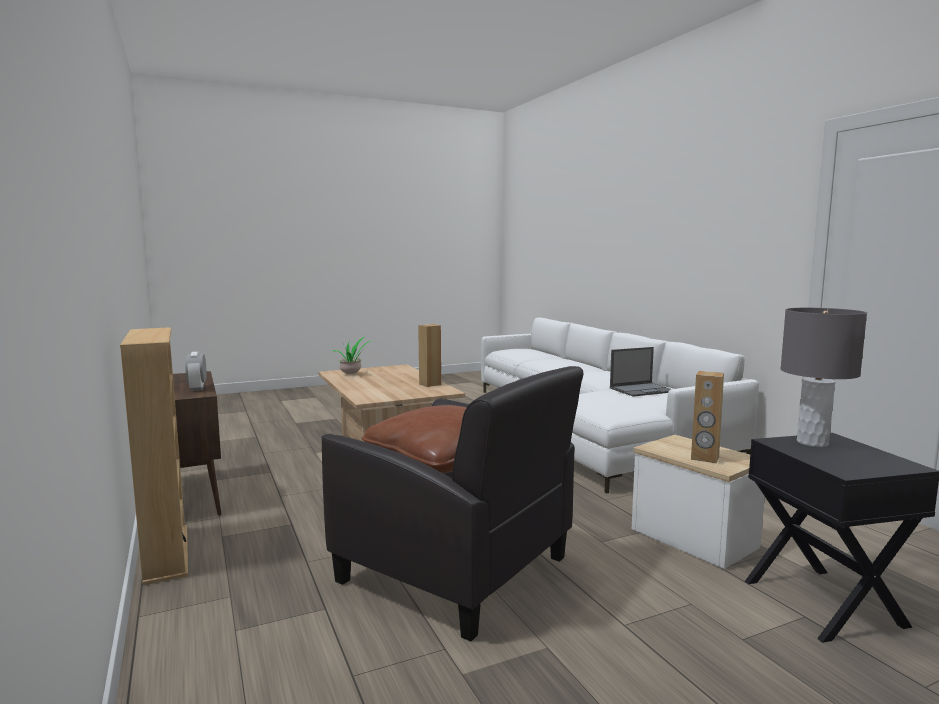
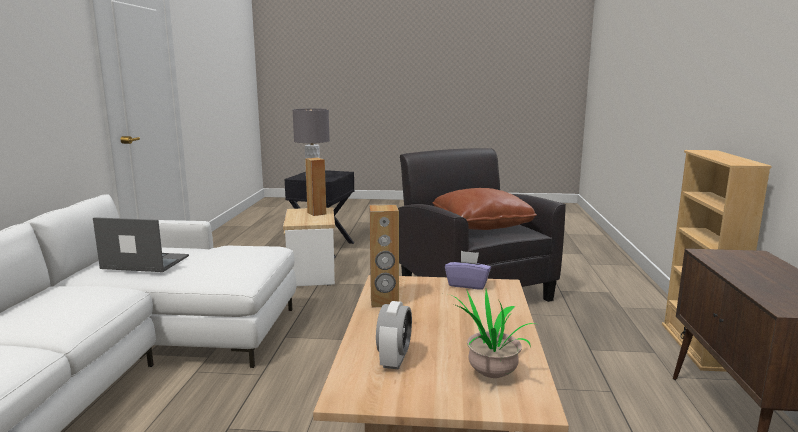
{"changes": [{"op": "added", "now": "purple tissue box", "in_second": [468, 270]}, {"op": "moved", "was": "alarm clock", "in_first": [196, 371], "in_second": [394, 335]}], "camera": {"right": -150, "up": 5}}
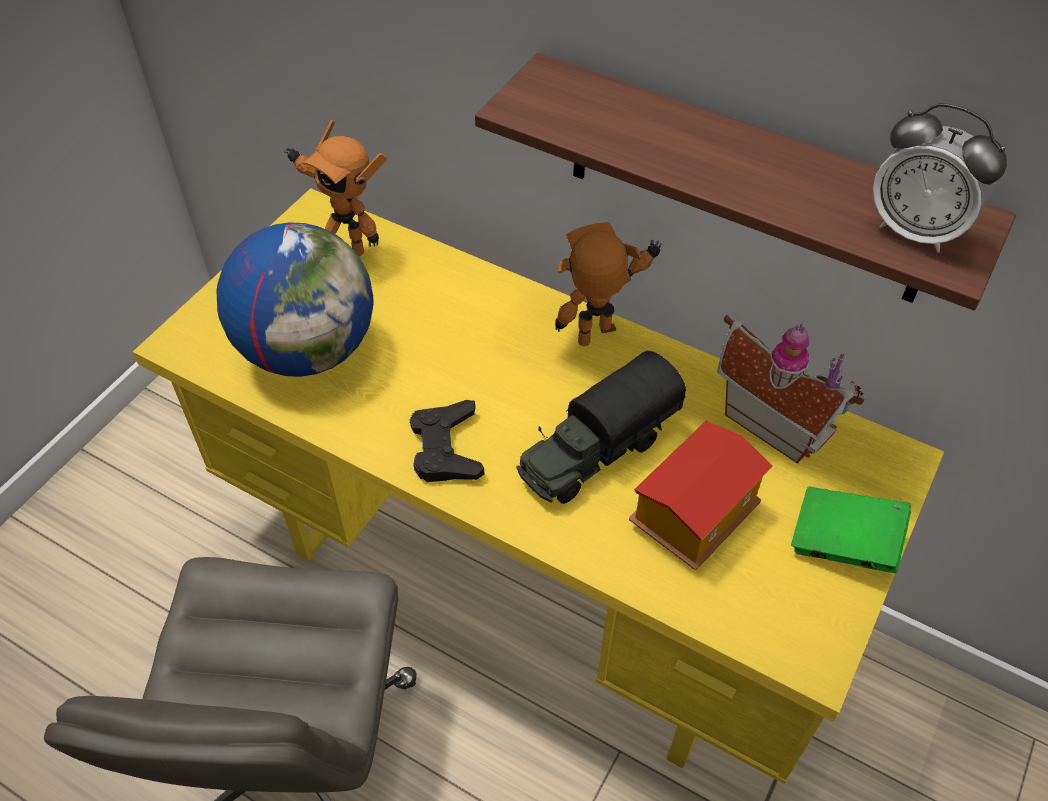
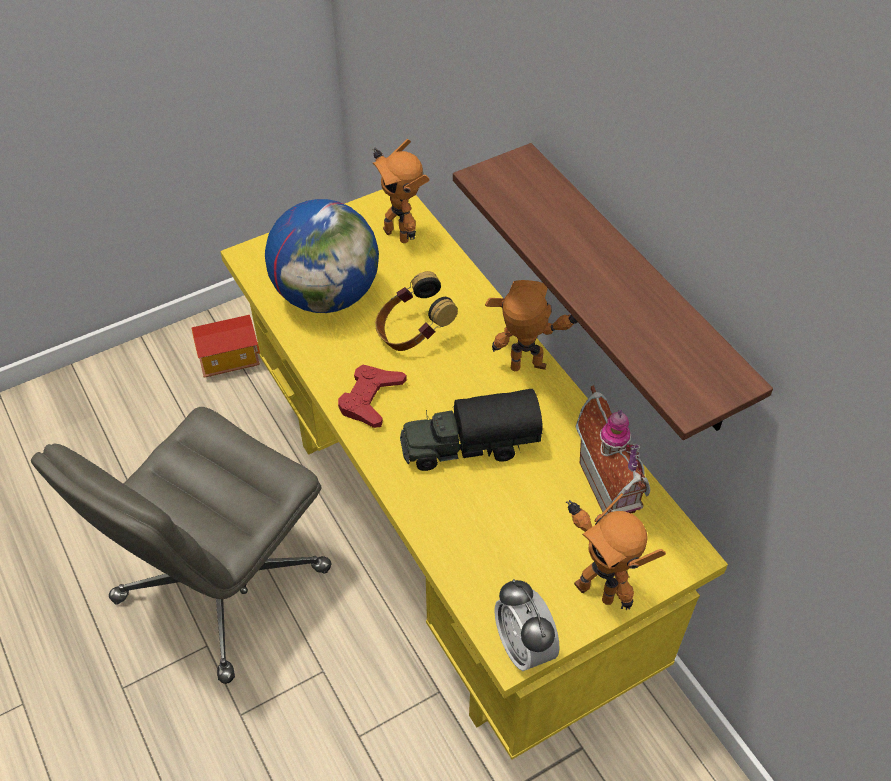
{"changes": [{"op": "added", "now": "headphones", "in_second": [416, 311]}, {"op": "moved", "was": "toy house", "in_first": [701, 495], "in_second": [226, 346]}, {"op": "moved", "was": "alarm clock", "in_first": [940, 178], "in_second": [527, 625]}, {"op": "replaced", "was": "green book", "now": "toy robot", "in_first": [851, 529], "in_second": [616, 551]}, {"op": "recoloured", "was": "black game controller", "now": "red game controller", "in_first": [447, 441], "in_second": [372, 396]}], "camera": {"right": 30, "up": 0}}
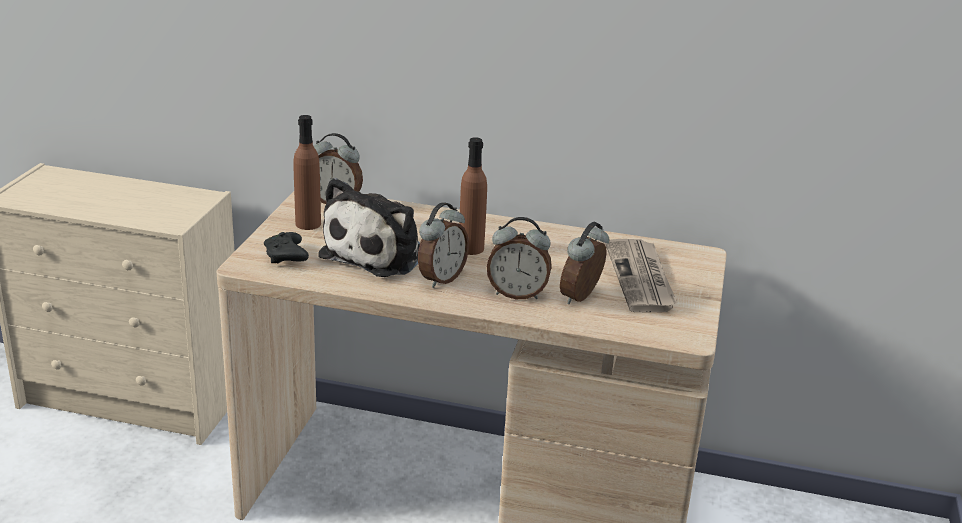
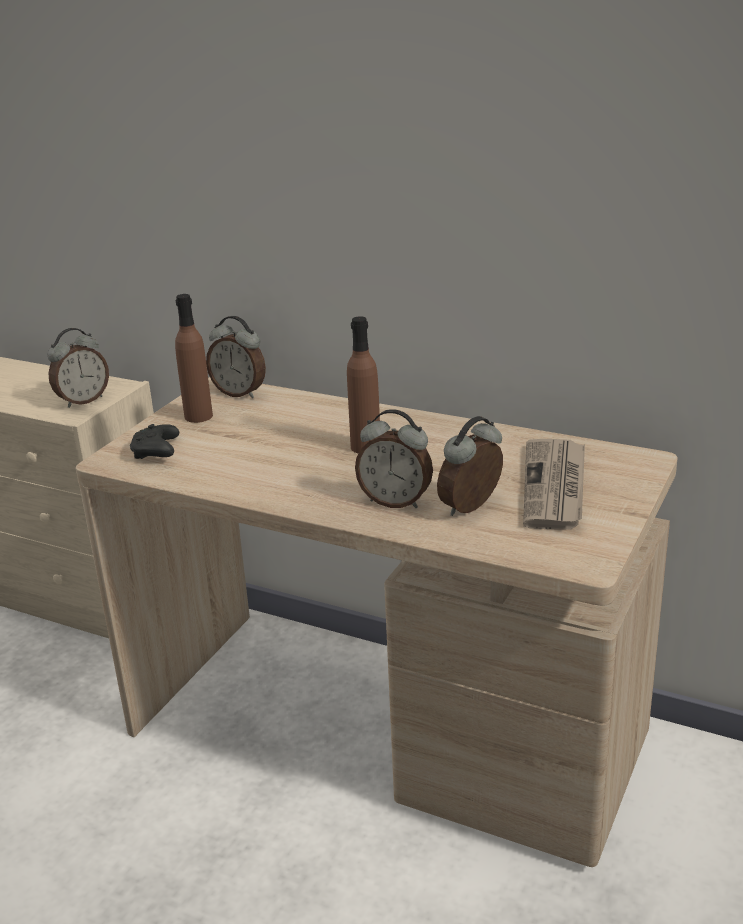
{"changes": [{"op": "removed", "was": "plush toy", "in_first": [369, 227]}, {"op": "moved", "was": "alarm clock", "in_first": [443, 245], "in_second": [78, 368]}], "camera": {"right": 15, "up": 0}}
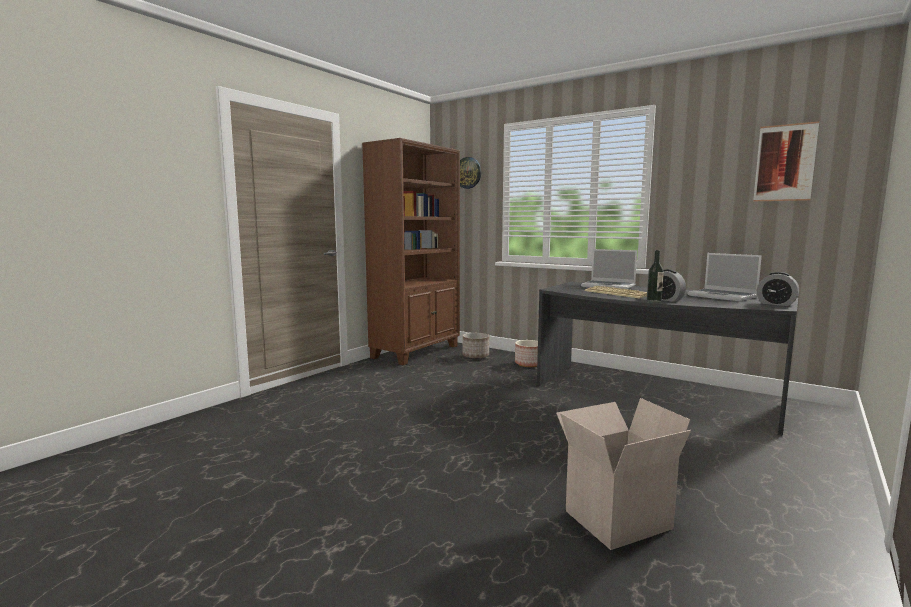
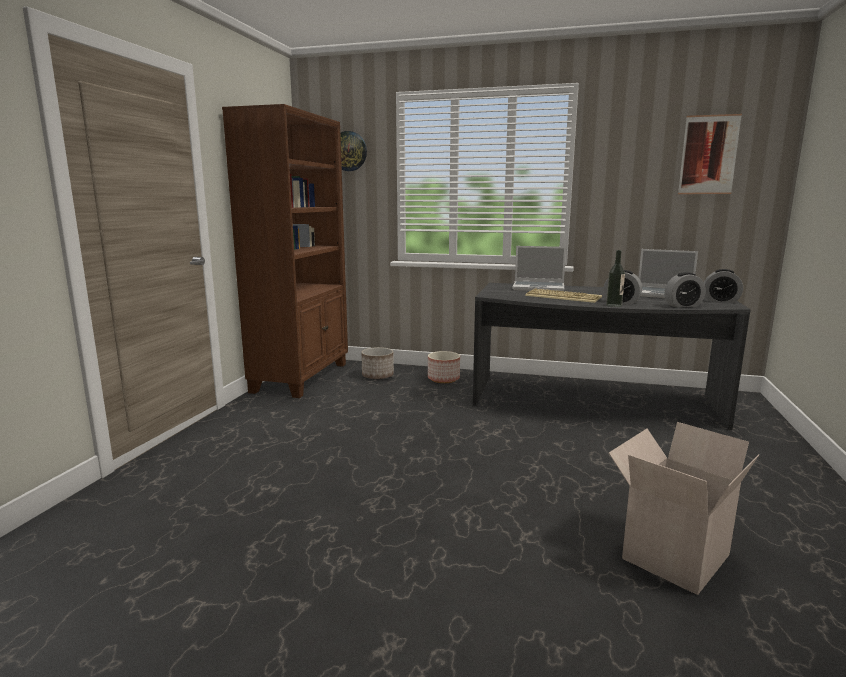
{"changes": [{"op": "added", "now": "alarm clock", "in_second": [685, 290]}], "camera": {"right": -20, "up": 5}}
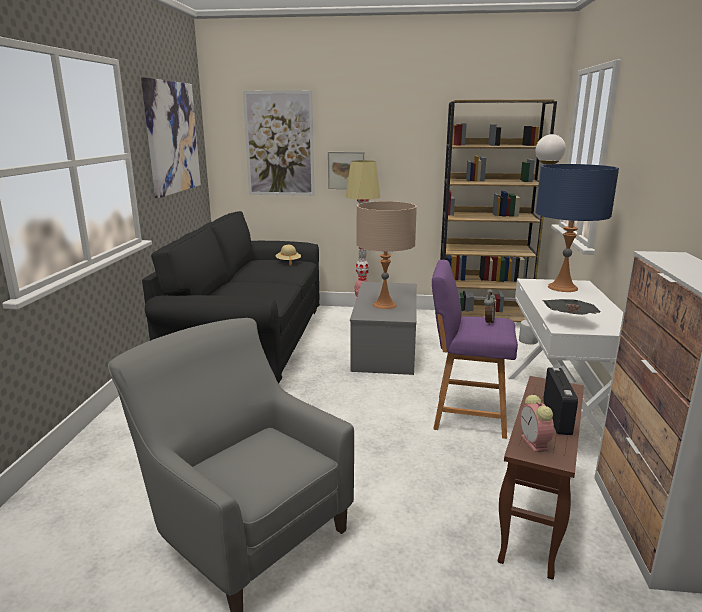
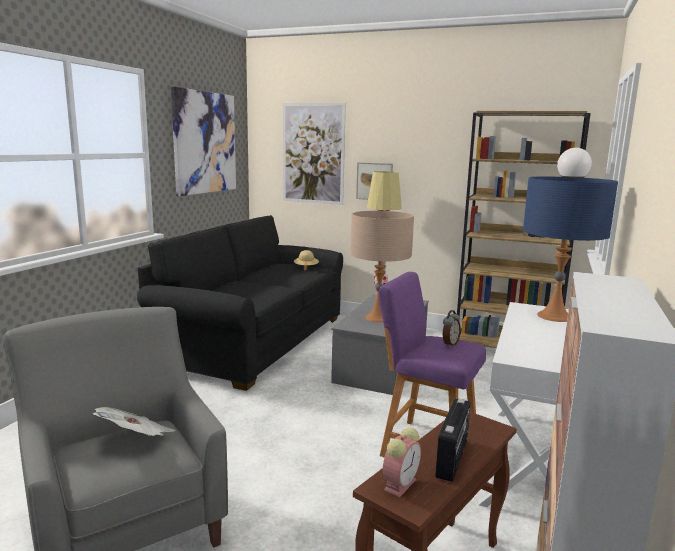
{"changes": [{"op": "moved", "was": "newspaper", "in_first": [571, 307], "in_second": [134, 421]}, {"op": "turned", "was": "alarm clock", "in_first": [537, 423], "in_second": [402, 462], "clockwise": -150}], "camera": {"right": 15, "up": -5}}
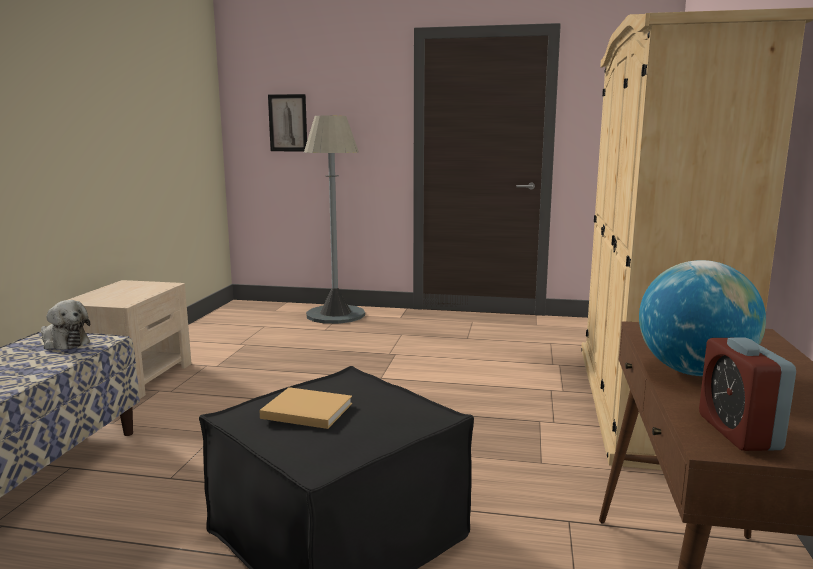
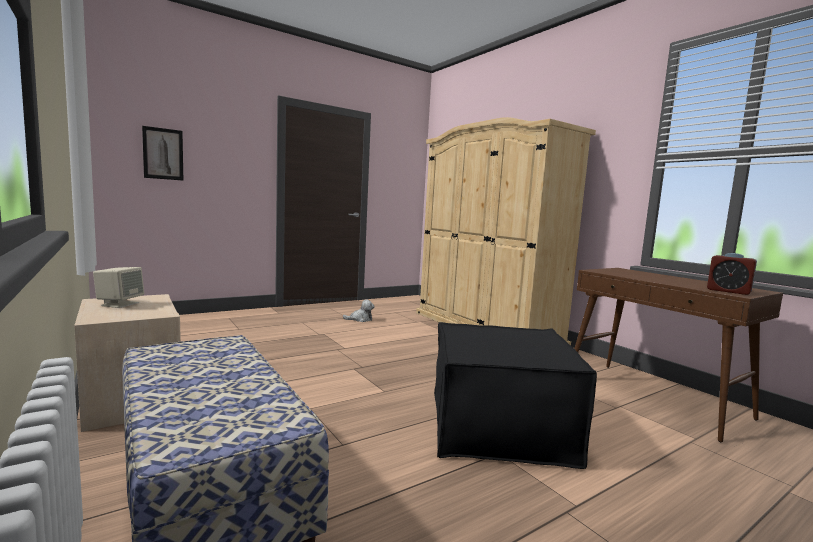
{"changes": [{"op": "removed", "was": "beige book", "in_first": [305, 408]}, {"op": "removed", "was": "grey floor lamp", "in_first": [334, 220]}, {"op": "removed", "was": "globe", "in_first": [702, 318]}, {"op": "added", "now": "beige speaker", "in_second": [118, 287]}, {"op": "moved", "was": "plush toy", "in_first": [65, 325], "in_second": [358, 310]}], "camera": {"right": -45, "up": -5}}
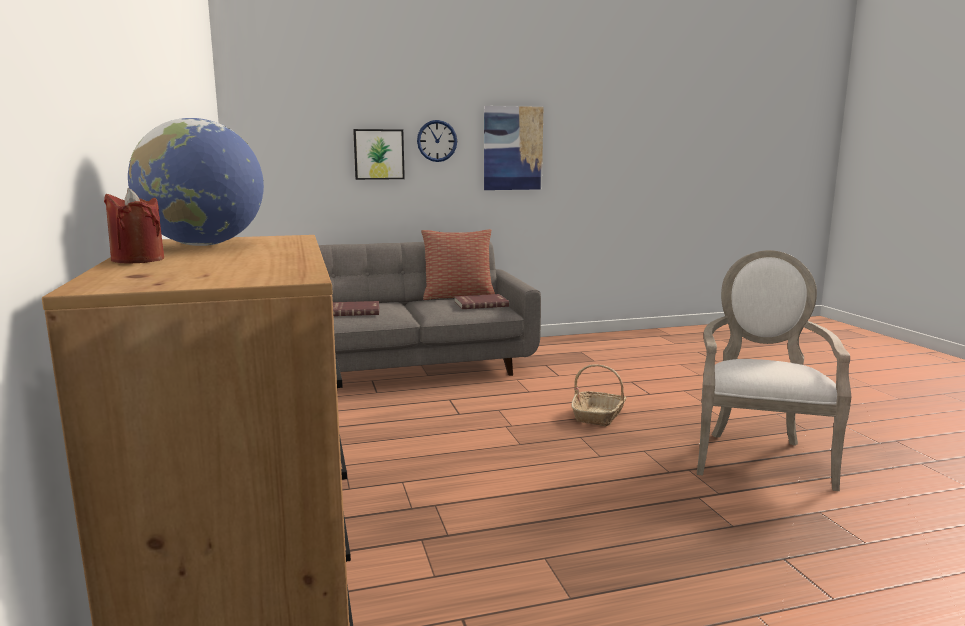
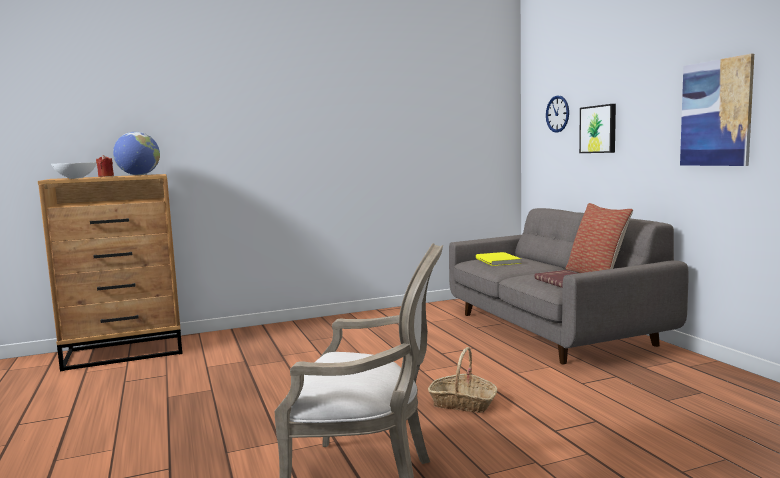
{"changes": [{"op": "added", "now": "white bowl", "in_second": [74, 170]}, {"op": "moved", "was": "wall clock", "in_first": [437, 141], "in_second": [557, 114]}, {"op": "recoloured", "was": "red book", "now": "yellow book", "in_first": [356, 308], "in_second": [498, 259]}], "camera": {"right": 85, "up": -5}}
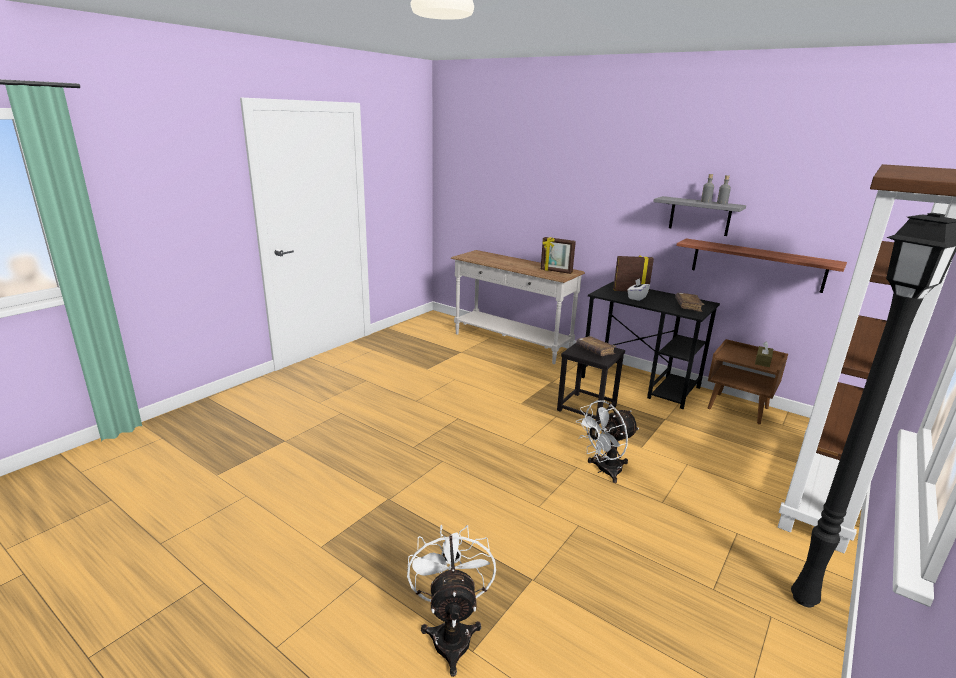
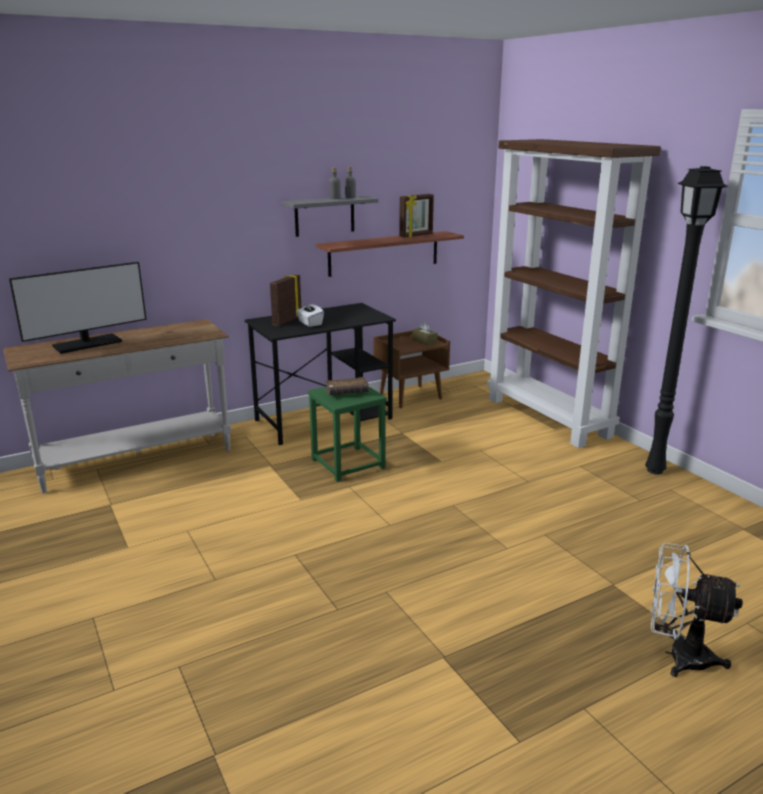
{"changes": [{"op": "removed", "was": "white fan", "in_first": [607, 441]}, {"op": "removed", "was": "brown book", "in_first": [689, 302]}, {"op": "added", "now": "monitor", "in_second": [77, 308]}, {"op": "moved", "was": "picture frame", "in_first": [558, 255], "in_second": [416, 216]}, {"op": "recoloured", "was": "black stool", "now": "green stool", "in_first": [591, 383], "in_second": [347, 434]}], "camera": {"right": -65, "up": 0}}
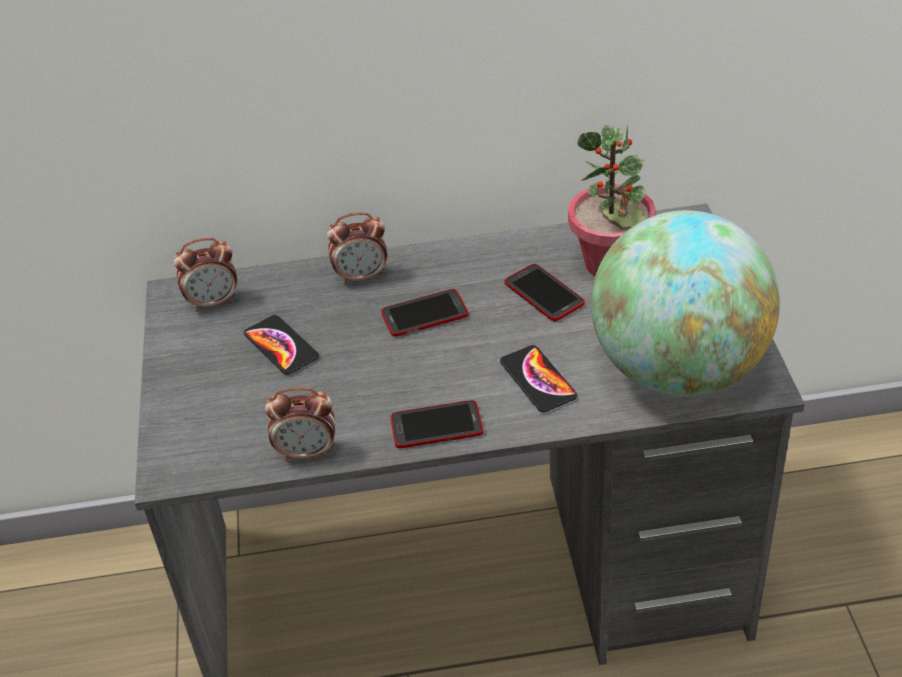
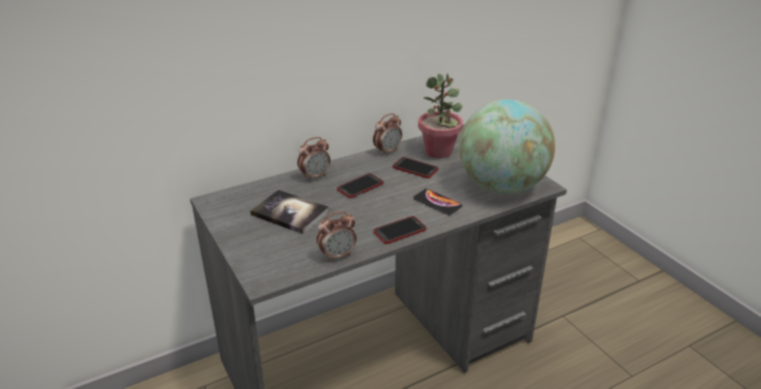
{"changes": [{"op": "moved", "was": "alarm clock", "in_first": [205, 274], "in_second": [387, 134]}, {"op": "replaced", "was": "phone", "now": "book", "in_first": [281, 345], "in_second": [290, 211]}], "camera": {"right": -25, "up": -10}}
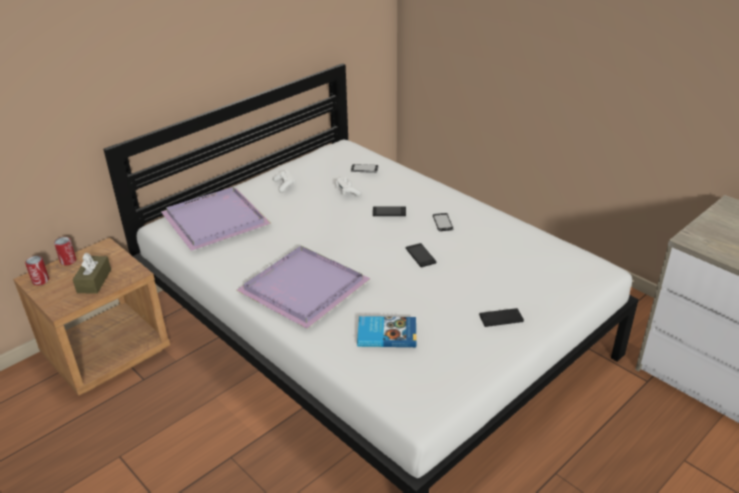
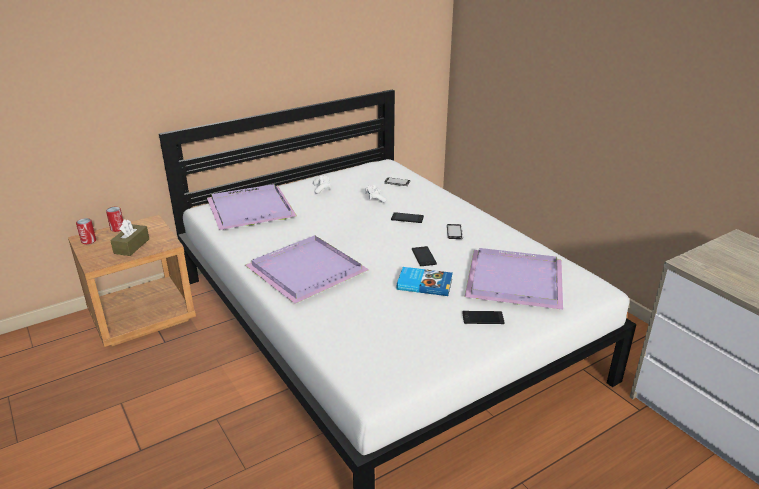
{"changes": [{"op": "added", "now": "purple tray", "in_second": [514, 279]}, {"op": "moved", "was": "book", "in_first": [386, 331], "in_second": [425, 281]}], "camera": {"right": 10, "up": -5}}
